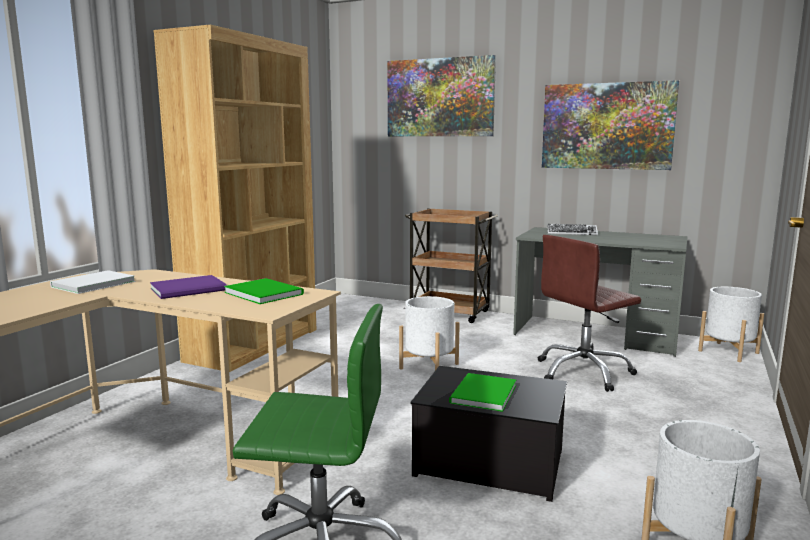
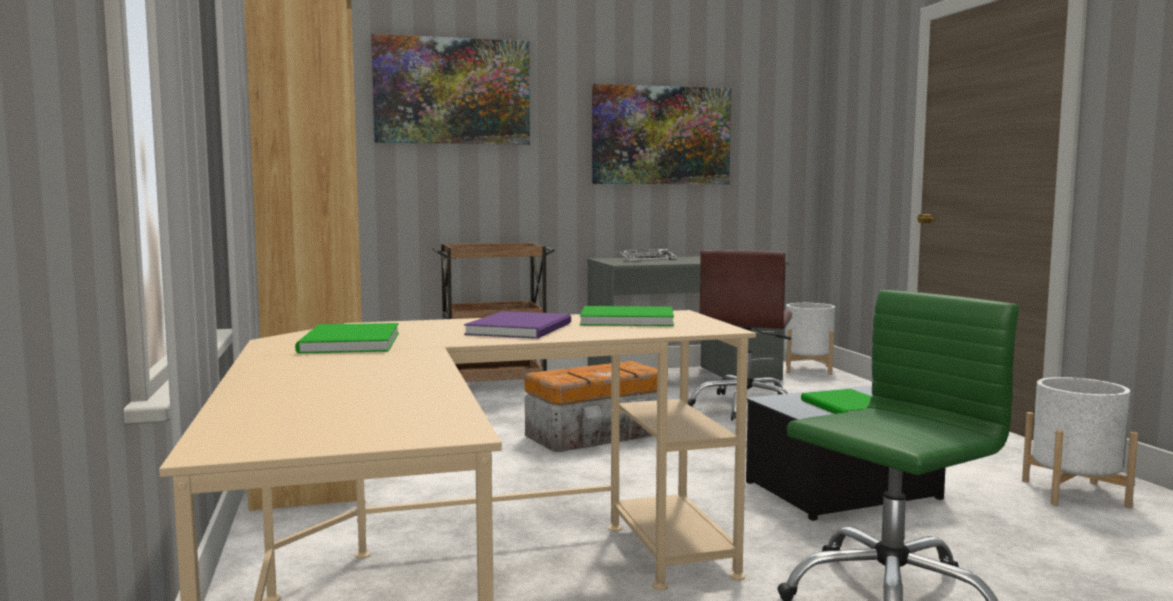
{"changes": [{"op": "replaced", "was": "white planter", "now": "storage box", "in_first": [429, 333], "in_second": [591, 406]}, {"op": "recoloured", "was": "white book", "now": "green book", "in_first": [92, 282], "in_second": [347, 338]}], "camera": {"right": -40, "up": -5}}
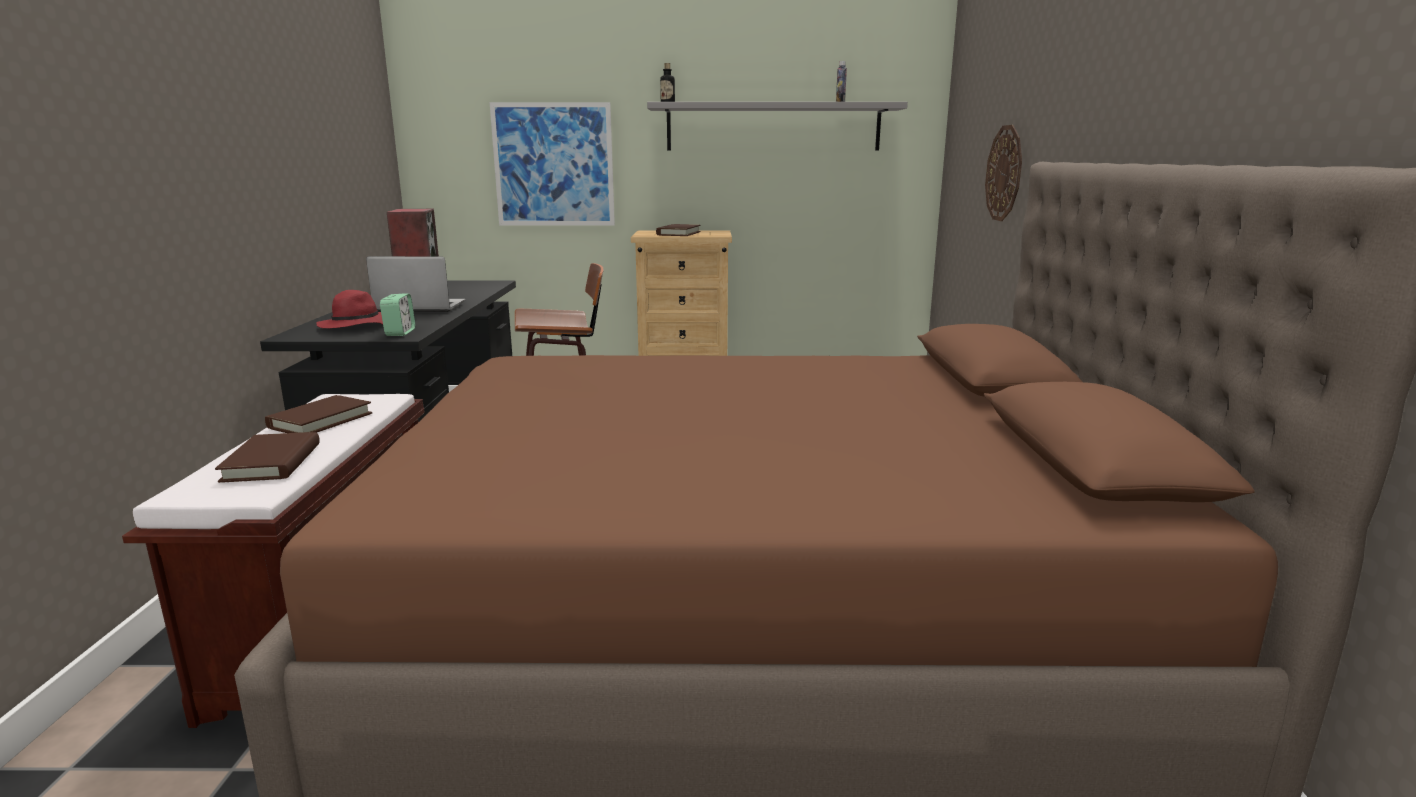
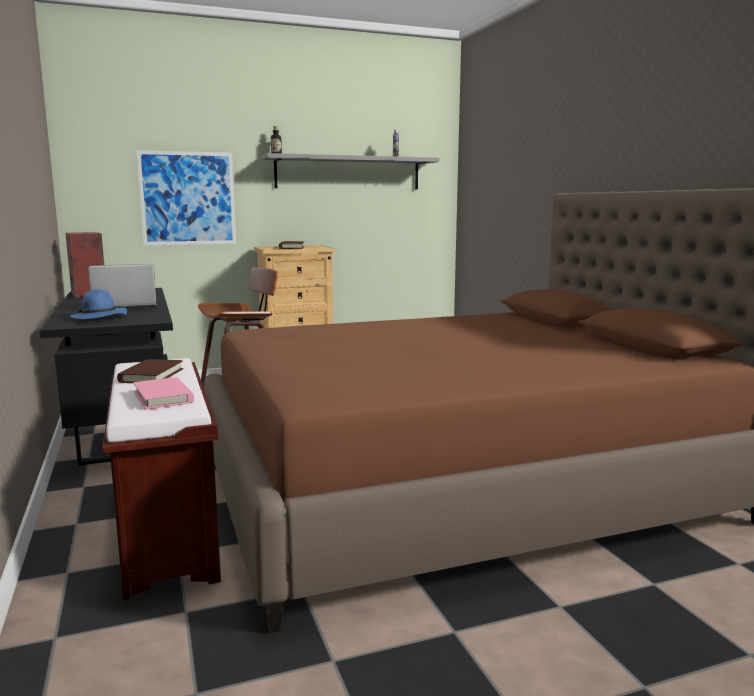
{"changes": [{"op": "removed", "was": "alarm clock", "in_first": [397, 314]}, {"op": "removed", "was": "wall clock", "in_first": [1003, 173]}, {"op": "recoloured", "was": "brown book", "now": "pink book", "in_first": [267, 457], "in_second": [163, 393]}, {"op": "recoloured", "was": "red hat", "now": "blue hat", "in_first": [349, 309], "in_second": [98, 304]}], "camera": {"right": -20, "up": -5}}
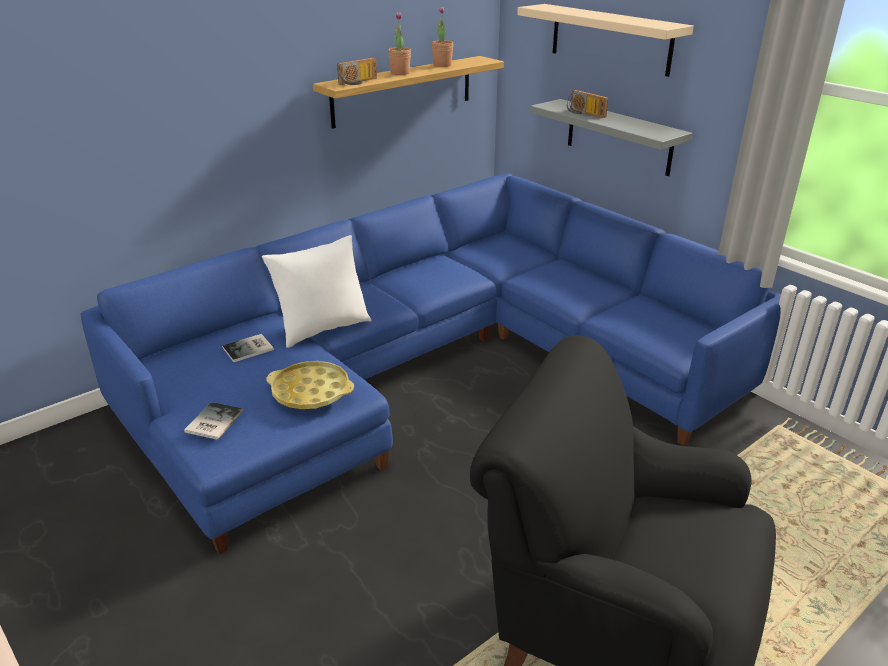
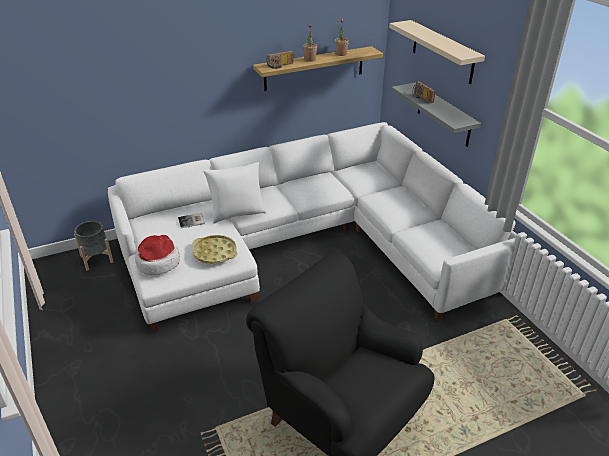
{"changes": [{"op": "added", "now": "grey planter", "in_second": [93, 246]}, {"op": "replaced", "was": "book", "now": "hat", "in_first": [213, 421], "in_second": [157, 255]}, {"op": "recoloured", "was": "blue sofa", "now": "white sofa", "in_first": [431, 363], "in_second": [312, 227]}], "camera": {"right": 15, "up": 5}}
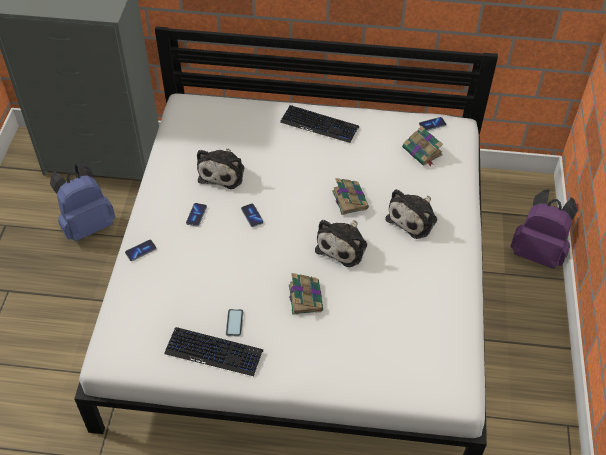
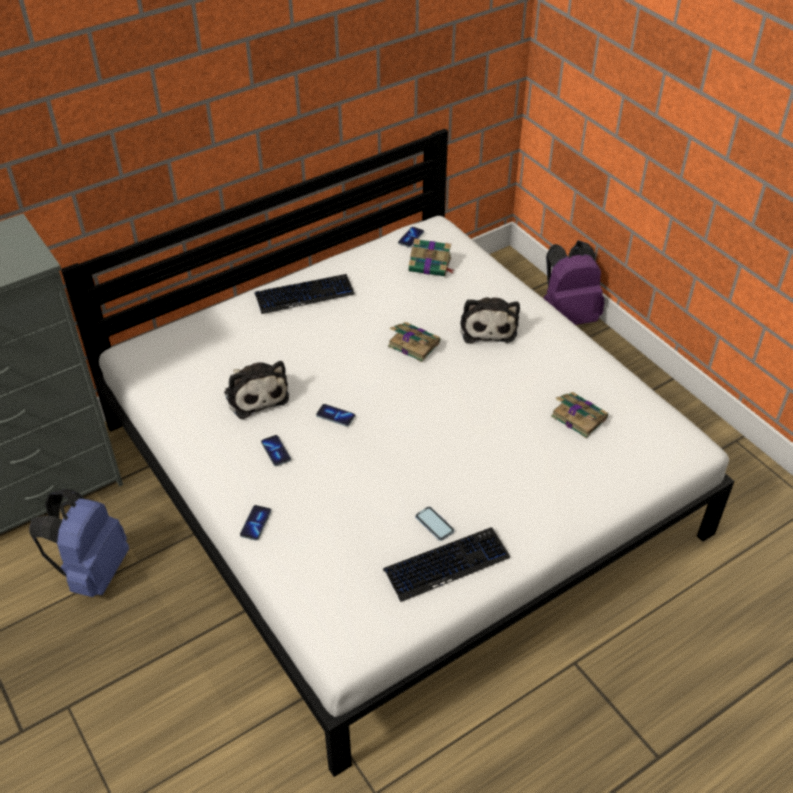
{"changes": [{"op": "removed", "was": "plush toy", "in_first": [341, 243]}, {"op": "moved", "was": "book", "in_first": [306, 294], "in_second": [579, 415]}], "camera": {"right": -40, "up": -5}}
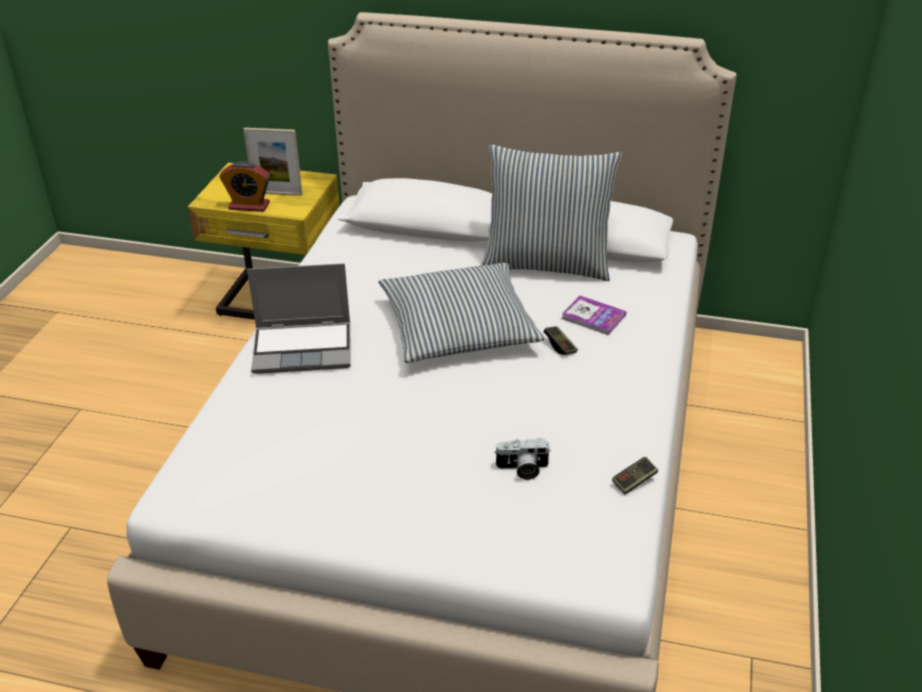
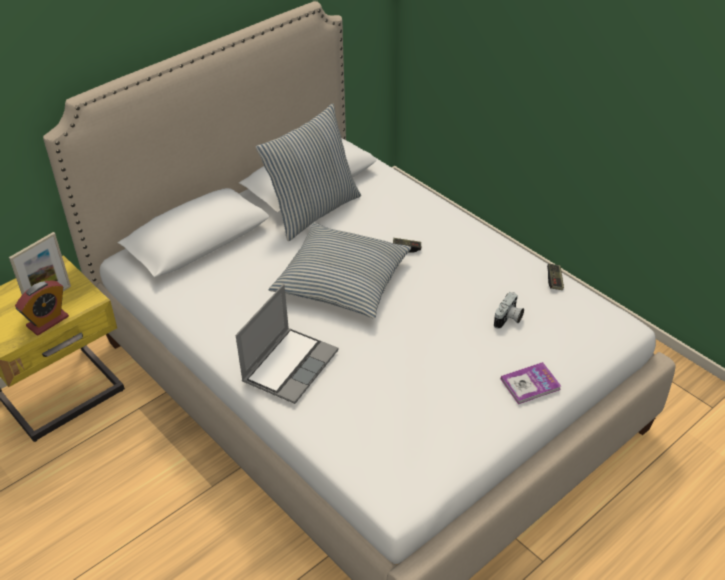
{"changes": [{"op": "moved", "was": "book", "in_first": [593, 315], "in_second": [531, 383]}], "camera": {"right": -55, "up": 5}}
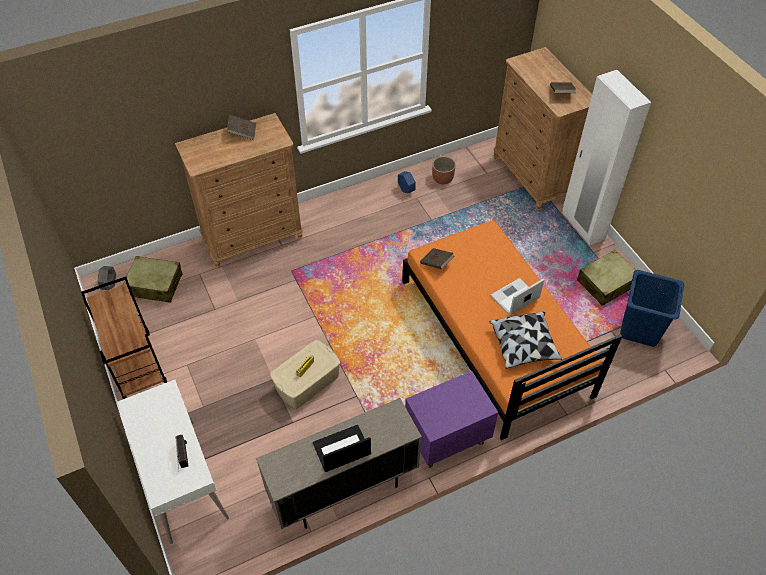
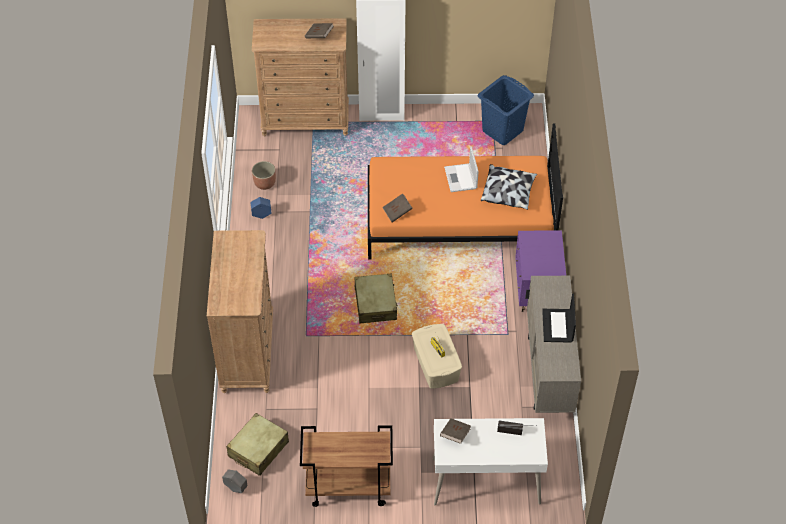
{"changes": [{"op": "moved", "was": "brown book", "in_first": [241, 127], "in_second": [455, 431]}, {"op": "moved", "was": "beige suitcase", "in_first": [606, 278], "in_second": [376, 299]}], "camera": {"right": -65, "up": 0}}
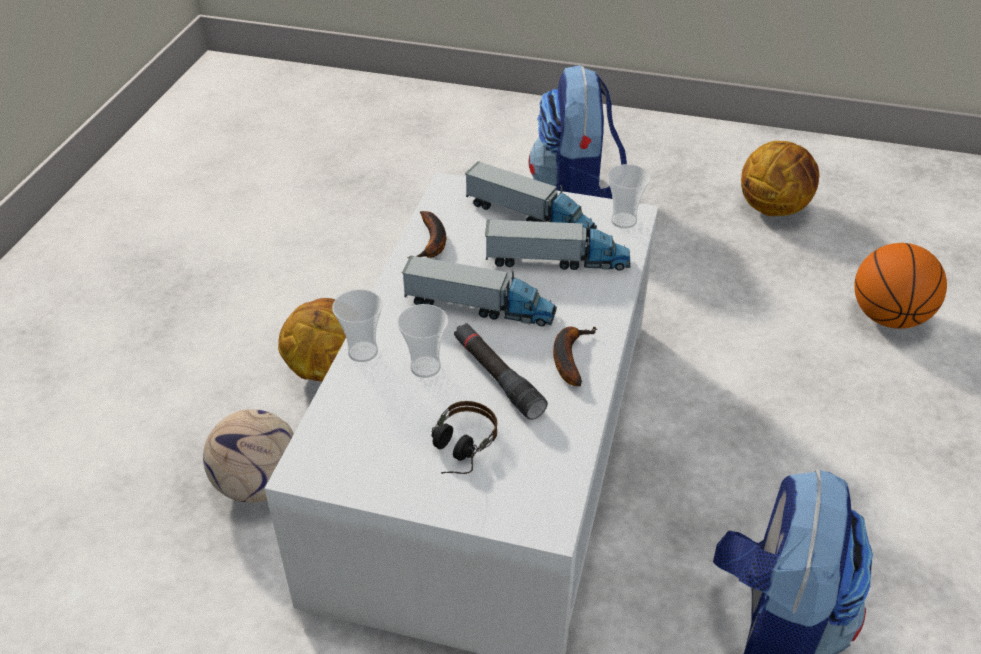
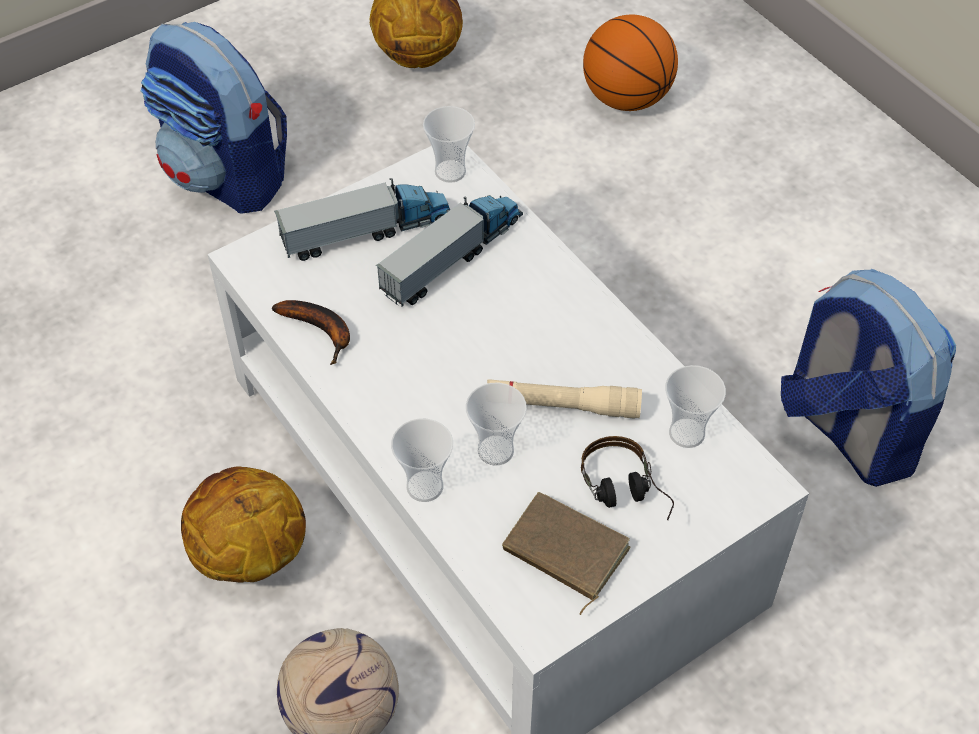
{"changes": [{"op": "removed", "was": "toy truck", "in_first": [479, 291]}, {"op": "removed", "was": "banana", "in_first": [575, 356]}, {"op": "added", "now": "brown book", "in_second": [566, 553]}, {"op": "added", "now": "cup", "in_second": [695, 406]}, {"op": "recoloured", "was": "black flashlight", "now": "beige flashlight", "in_first": [501, 371], "in_second": [564, 399]}], "camera": {"right": -50, "up": 10}}
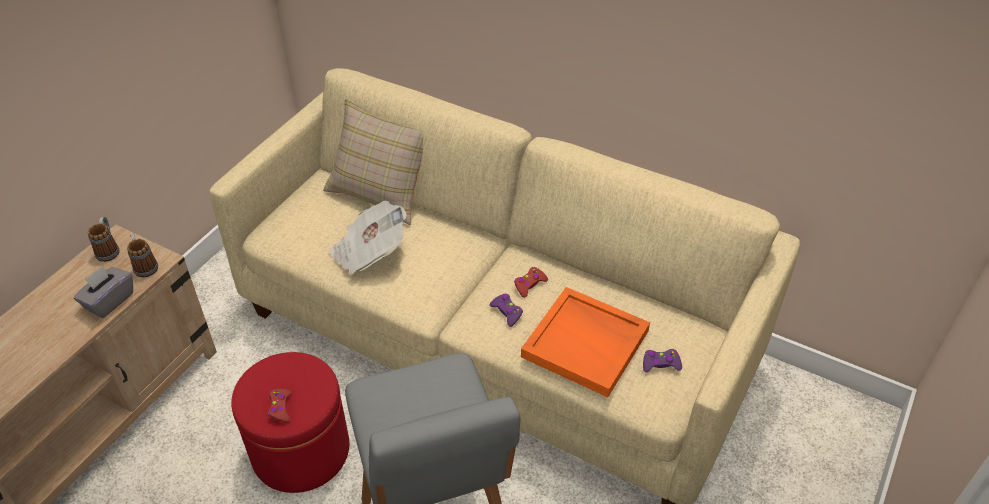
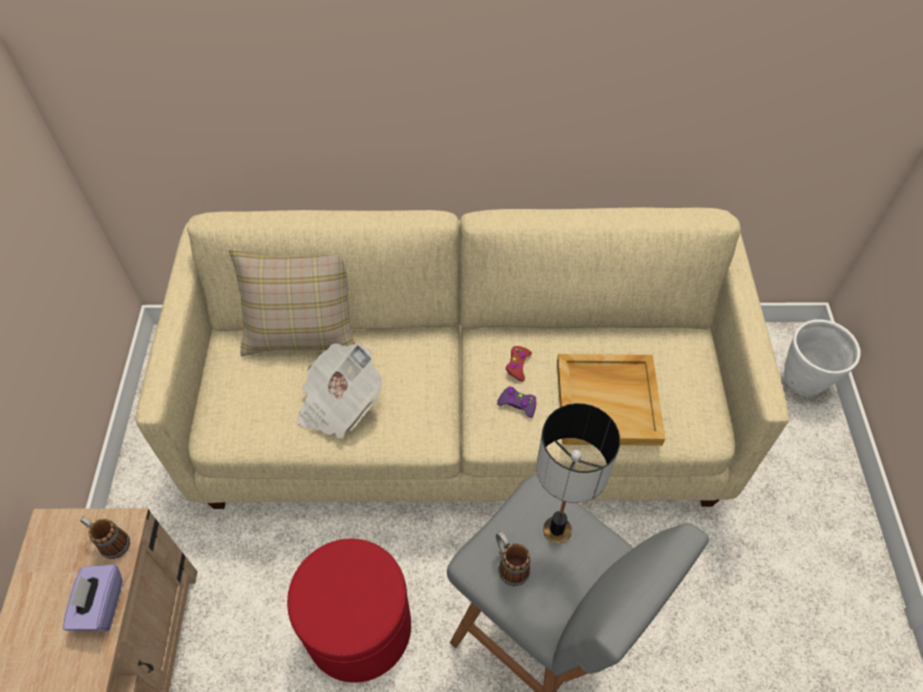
{"changes": [{"op": "removed", "was": "red game controller", "in_first": [280, 406]}, {"op": "removed", "was": "purple game controller", "in_first": [662, 360]}, {"op": "added", "now": "table lamp", "in_second": [578, 473]}, {"op": "added", "now": "white planter", "in_second": [822, 357]}, {"op": "moved", "was": "mug", "in_first": [104, 239], "in_second": [513, 559]}, {"op": "recoloured", "was": "grey tissue box", "now": "purple tissue box", "in_first": [103, 292], "in_second": [92, 598]}, {"op": "recoloured", "was": "orange tray", "now": "beige tray", "in_first": [585, 342], "in_second": [611, 400]}], "camera": {"right": -30, "up": 10}}
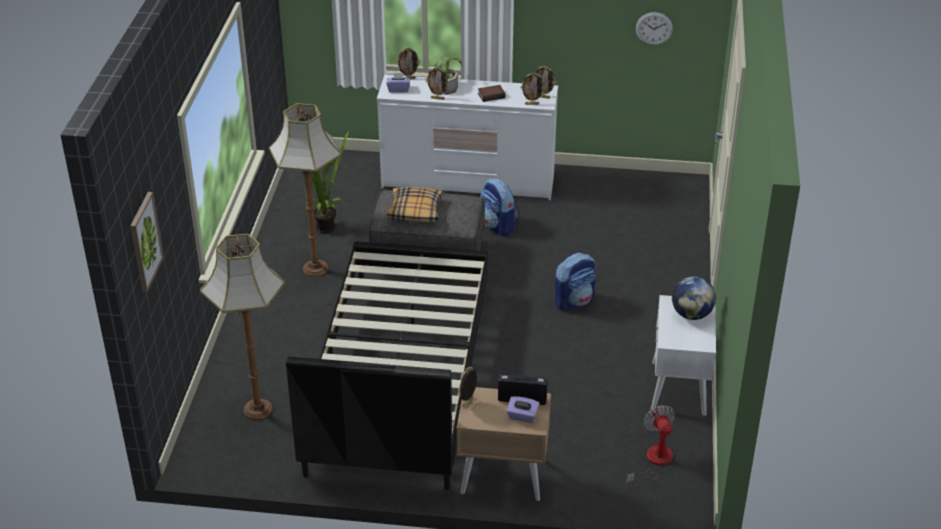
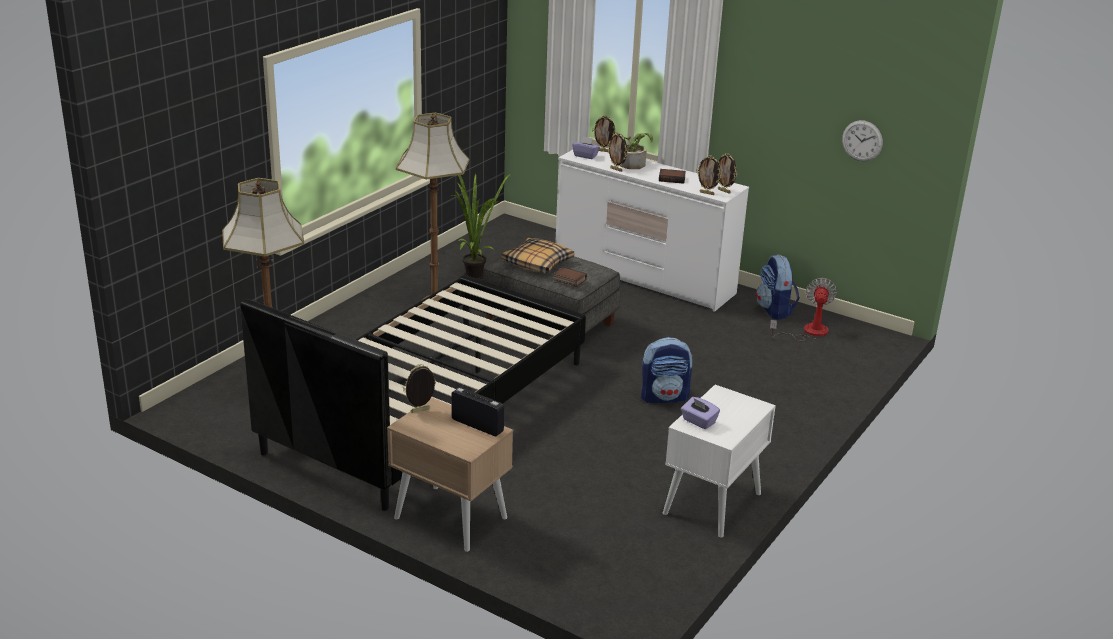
{"changes": [{"op": "removed", "was": "picture", "in_first": [147, 242]}, {"op": "removed", "was": "globe", "in_first": [694, 298]}, {"op": "added", "now": "book", "in_second": [570, 277]}, {"op": "moved", "was": "backpack", "in_first": [499, 207], "in_second": [778, 287]}, {"op": "moved", "was": "purple tissue box", "in_first": [523, 409], "in_second": [700, 413]}, {"op": "moved", "was": "fan", "in_first": [650, 445], "in_second": [803, 309]}], "camera": {"right": 25, "up": -10}}
